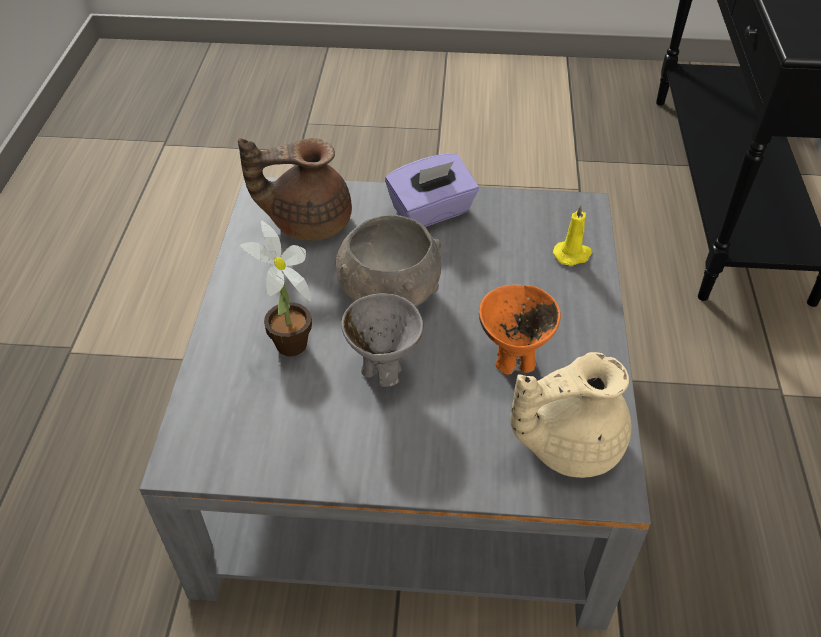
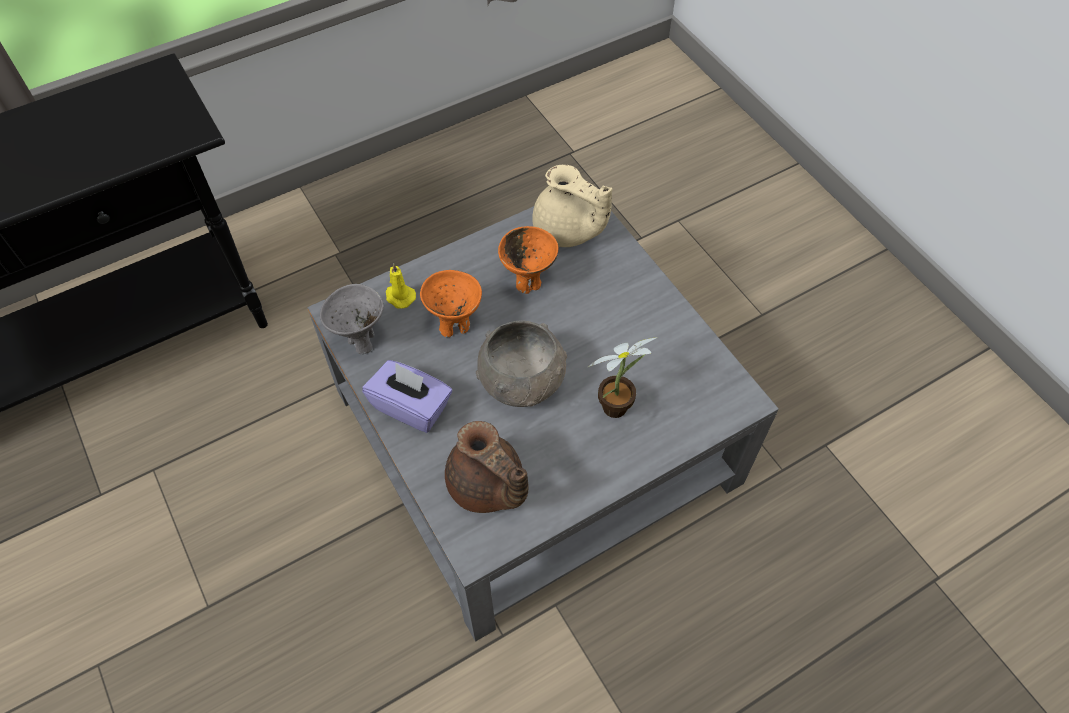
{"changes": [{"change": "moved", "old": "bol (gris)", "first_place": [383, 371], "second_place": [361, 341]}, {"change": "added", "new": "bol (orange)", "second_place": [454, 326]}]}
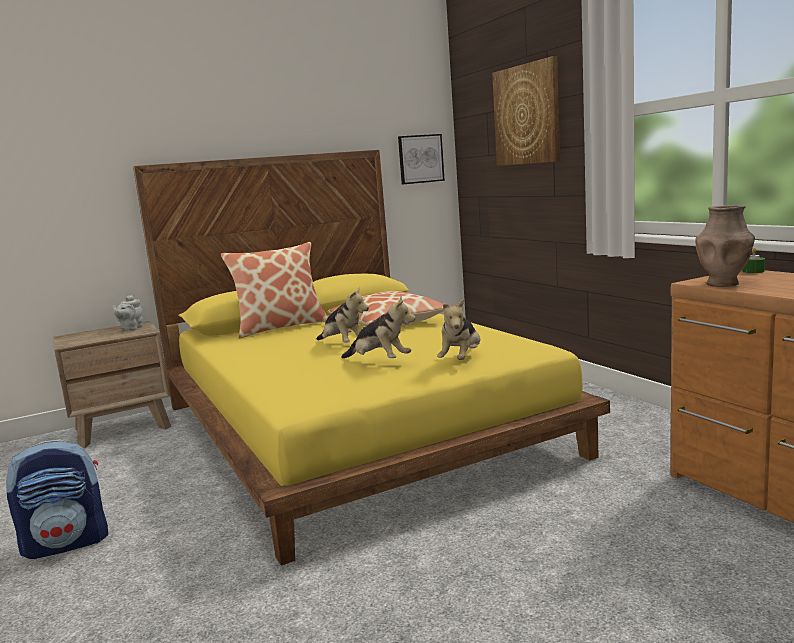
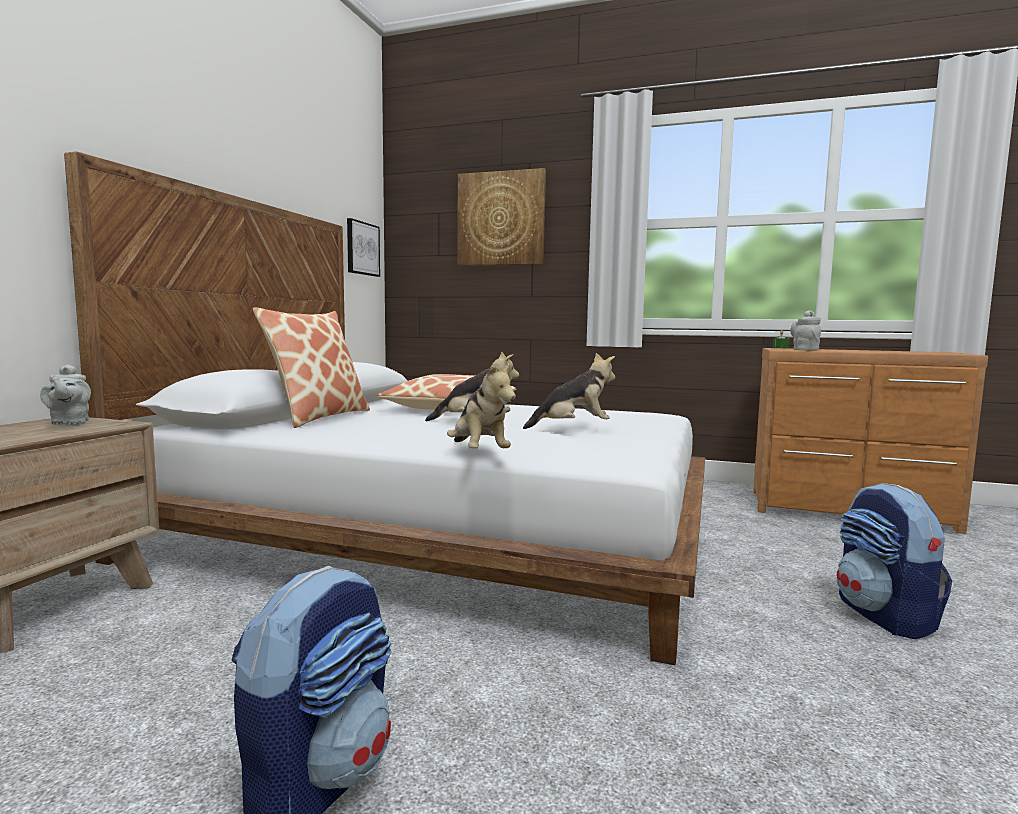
{"changes": [{"change": "recoloured", "old": "lit (jaune)", "new": "lit (blanc)", "first_place": [356, 428], "second_place": [443, 532]}, {"change": "moved", "old": "peluche", "first_place": [461, 359], "second_place": [479, 453]}, {"change": "replaced", "old": "vase (marron)", "new": "théière (gris)", "first_place": [723, 284], "second_place": [804, 350]}, {"change": "added", "new": "sac à dos", "second_place": [885, 617]}]}
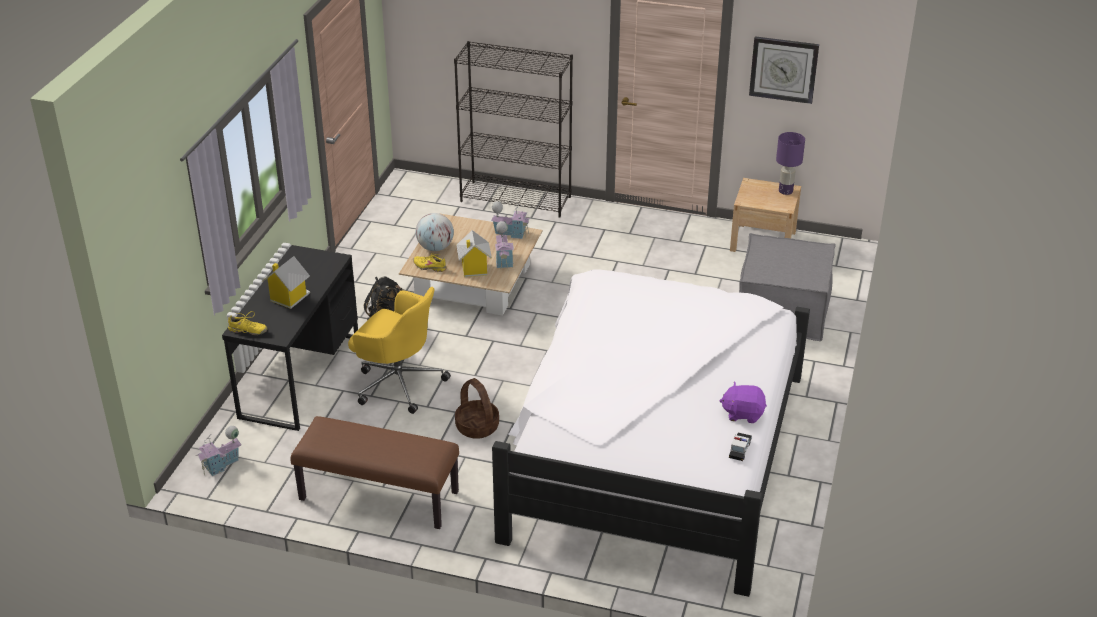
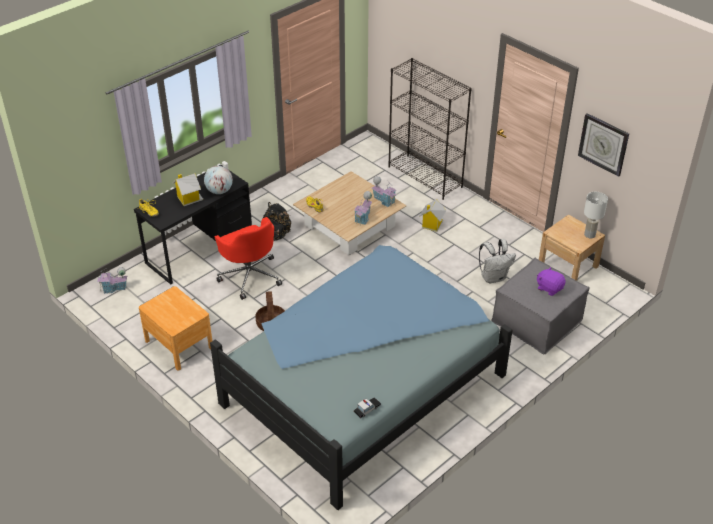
{"changes": [{"change": "replaced", "old": "banc (marron)", "new": "table de chevet (marron)", "first_place": [378, 496], "second_place": [179, 344]}, {"change": "recoloured", "old": "chaise de bureau (jaune)", "new": "chaise de bureau (rouge)", "first_place": [398, 382], "second_place": [250, 276]}, {"change": "moved", "old": "globe", "first_place": [435, 248], "second_place": [219, 191]}, {"change": "moved", "old": "maison miniature", "first_place": [474, 269], "second_place": [432, 224]}, {"change": "recoloured", "old": "lit (blanc)", "new": "lit (bleu)", "first_place": [648, 447], "second_place": [363, 381]}, {"change": "moved", "old": "peluche (violet)", "first_place": [743, 413], "second_place": [549, 288]}, {"change": "recoloured", "old": "lampe de table (violet)", "new": "lampe de table (blanc)", "first_place": [786, 191], "second_place": [590, 235]}, {"change": "added", "new": "sac à dos (blanc)", "second_place": [493, 277]}]}
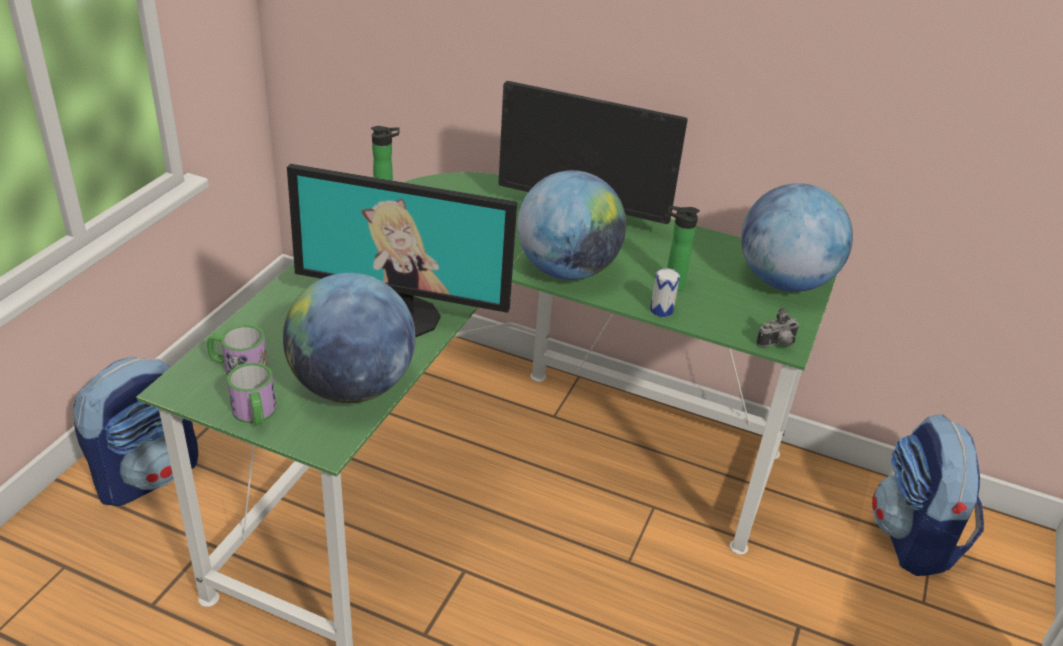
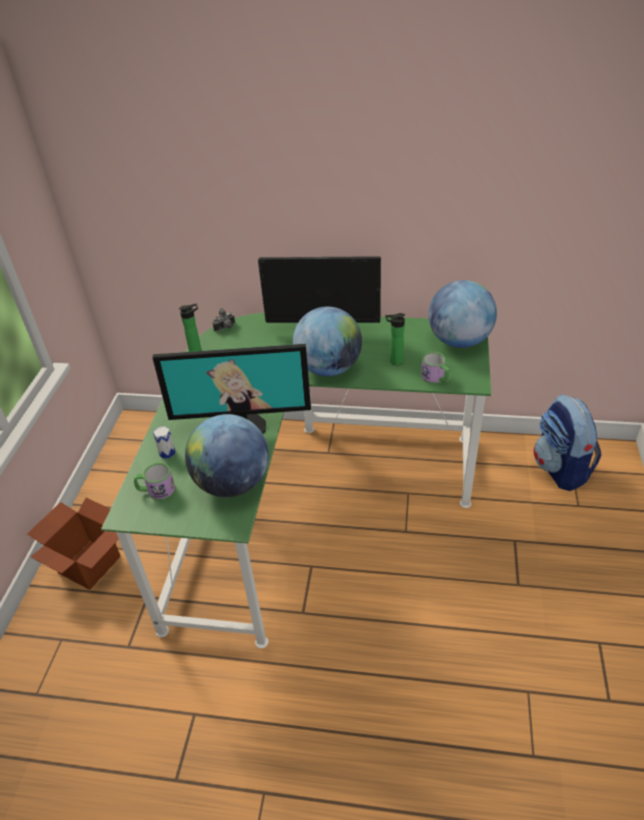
{"changes": [{"change": "replaced", "old": "sac à dos", "new": "carton", "first_place": [149, 474], "second_place": [89, 564]}, {"change": "moved", "old": "mug", "first_place": [255, 414], "second_place": [435, 378]}, {"change": "moved", "old": "boîte métallique", "first_place": [661, 310], "second_place": [167, 453]}, {"change": "moved", "old": "appareil photo", "first_place": [777, 344], "second_place": [226, 328]}]}
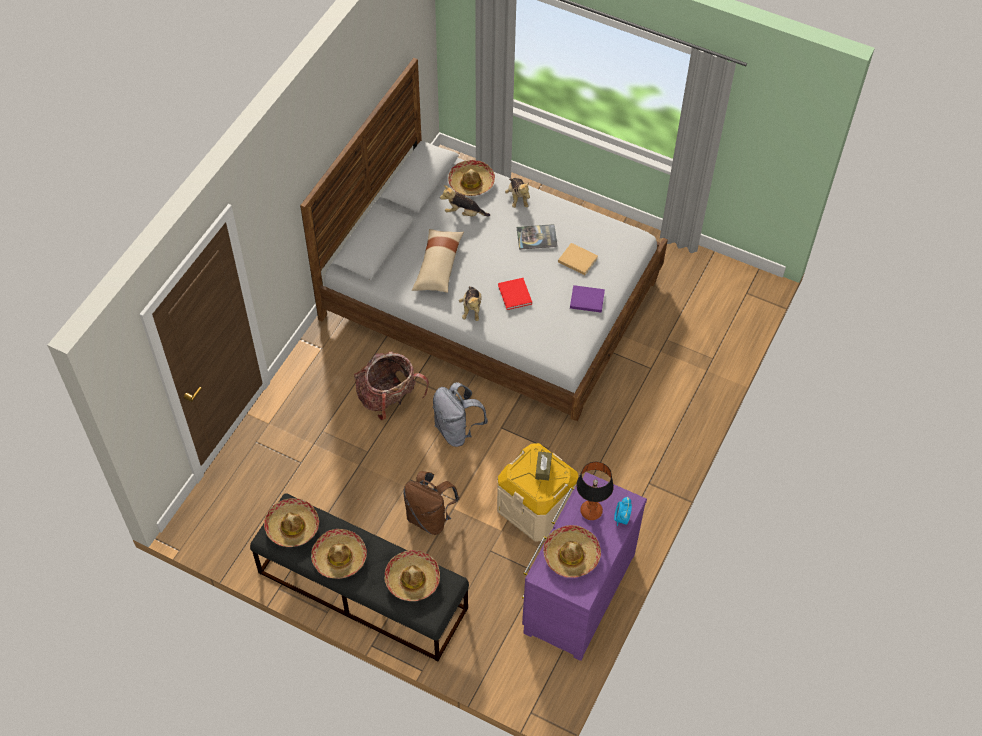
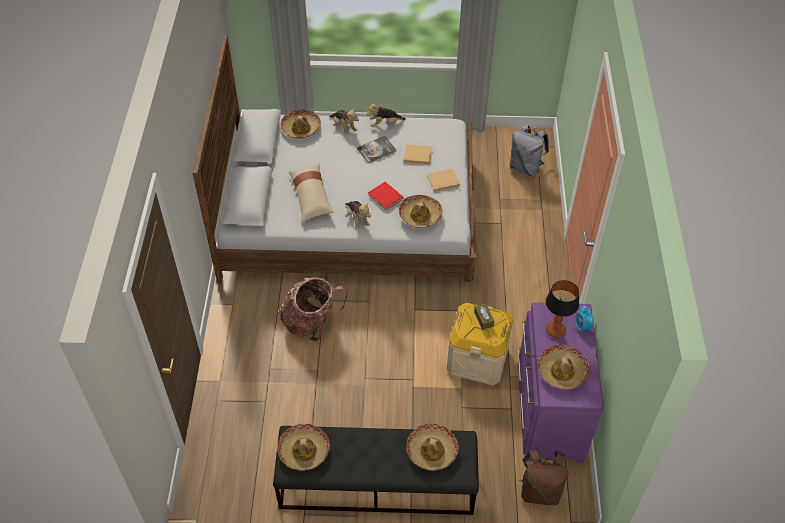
{"changes": [{"change": "moved", "old": "chapeau", "first_place": [339, 557], "second_place": [420, 215]}, {"change": "moved", "old": "sac à dos (marron)", "first_place": [430, 517], "second_place": [539, 491]}, {"change": "moved", "old": "sac à dos (gris)", "first_place": [457, 430], "second_place": [525, 167]}, {"change": "moved", "old": "peluche", "first_place": [463, 213], "second_place": [384, 124]}, {"change": "recoloured", "old": "livre (violet)", "new": "livre (beige)", "first_place": [586, 299], "second_place": [442, 181]}]}
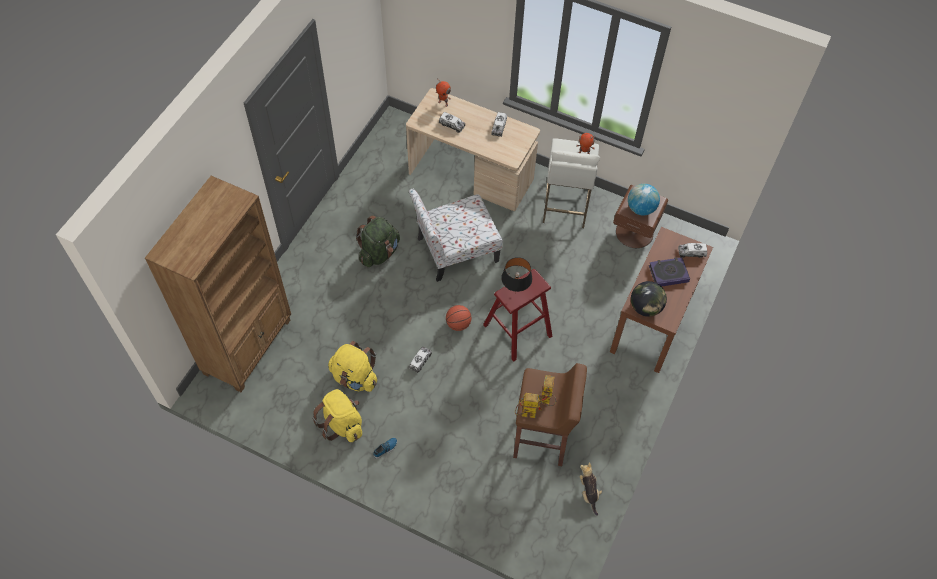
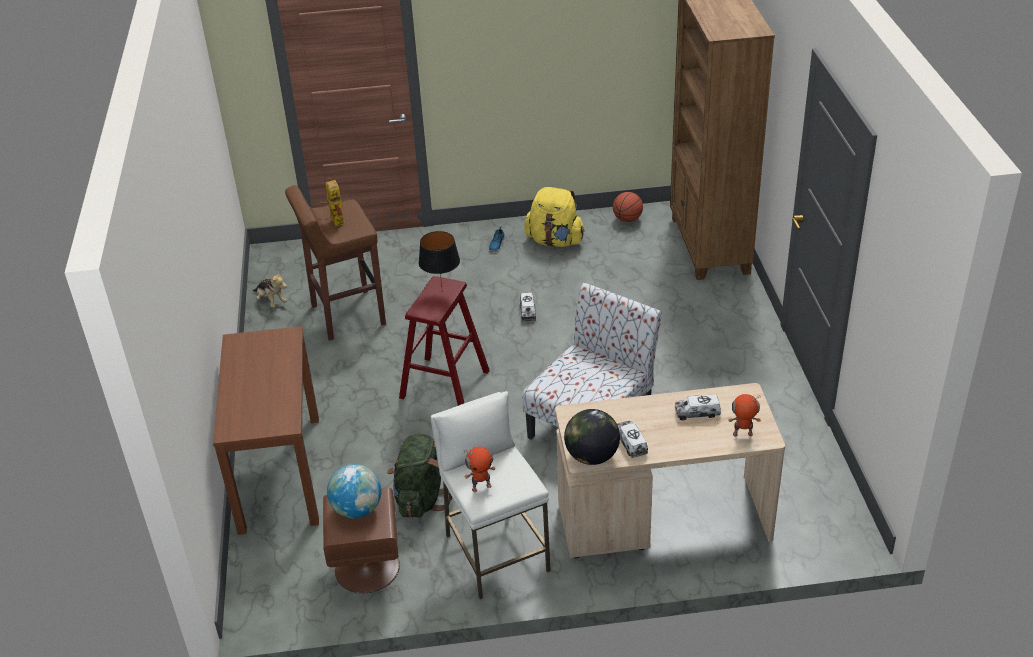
{"changes": [{"change": "removed", "old": "sac à dos (jaune)", "first_place": [355, 378]}, {"change": "moved", "old": "sac à dos (vert)", "first_place": [379, 253], "second_place": [422, 499]}, {"change": "moved", "old": "ballon de basket", "first_place": [458, 324], "second_place": [627, 219]}, {"change": "removed", "old": "robot jouet", "first_place": [525, 414]}, {"change": "moved", "old": "globe", "first_place": [645, 307], "second_place": [592, 456]}, {"change": "removed", "old": "livre", "first_place": [668, 273]}, {"change": "removed", "old": "camion jouet", "first_place": [691, 253]}]}
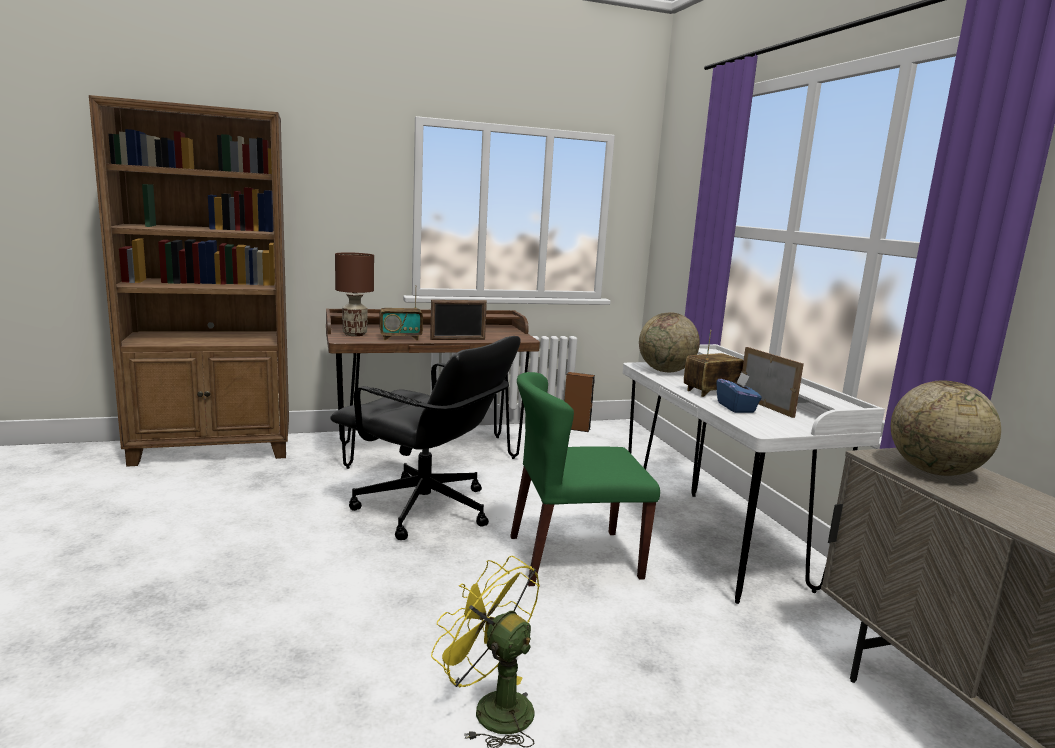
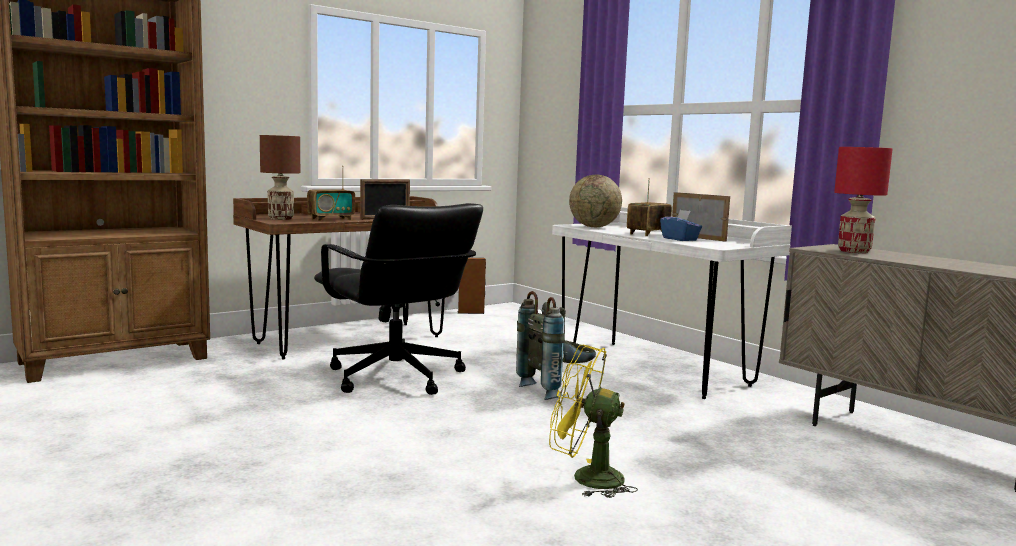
{"changes": [{"change": "turned", "old": "chaise de bureau (noir)", "first_place": [425, 510], "second_place": [395, 378], "degrees": 45}, {"change": "replaced", "old": "chaise (vert)", "new": "sac à dos (gris)", "first_place": [573, 557], "second_place": [556, 390]}, {"change": "replaced", "old": "globe", "new": "lampe de table (rouge)", "first_place": [934, 471], "second_place": [854, 251]}]}
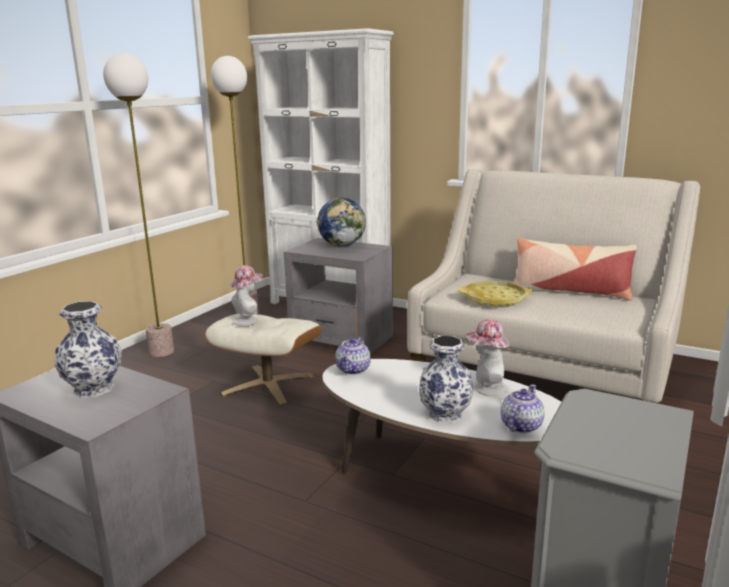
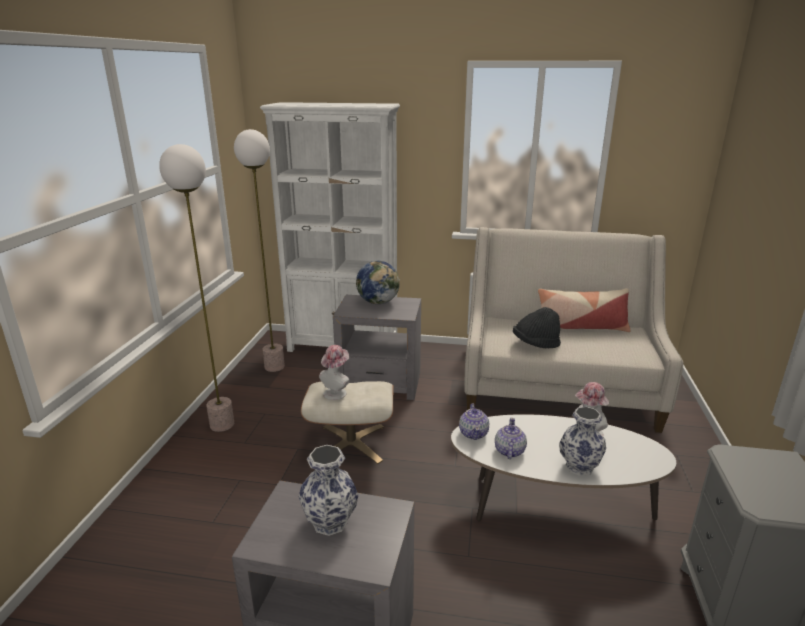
{"changes": [{"change": "replaced", "old": "plateau (jaune)", "new": "chapeau (noir)", "first_place": [494, 299], "second_place": [535, 344]}, {"change": "moved", "old": "théière", "first_place": [520, 426], "second_place": [509, 451]}]}
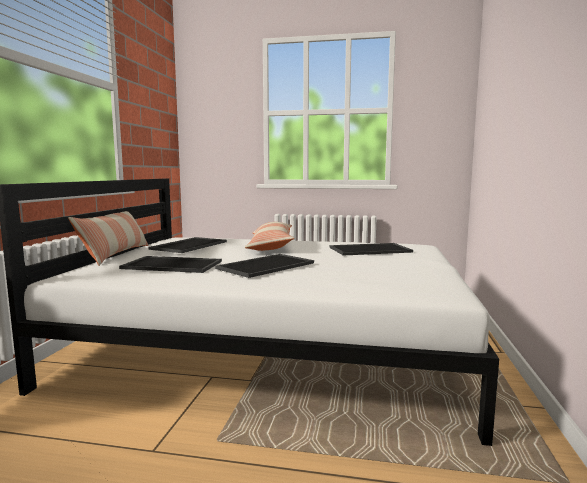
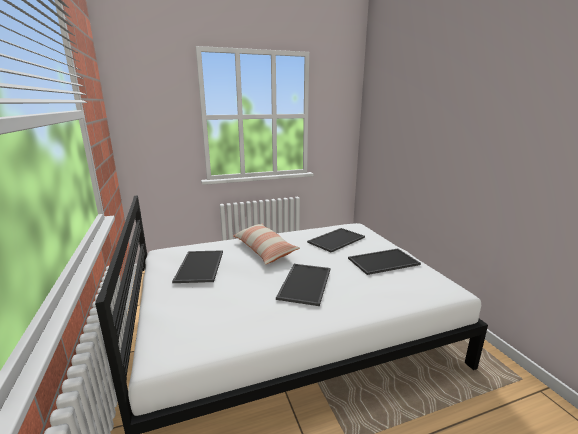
{"changes": [{"change": "removed", "old": "coussin", "first_place": [115, 254]}, {"change": "moved", "old": "plateau", "first_place": [171, 265], "second_place": [383, 262]}]}
